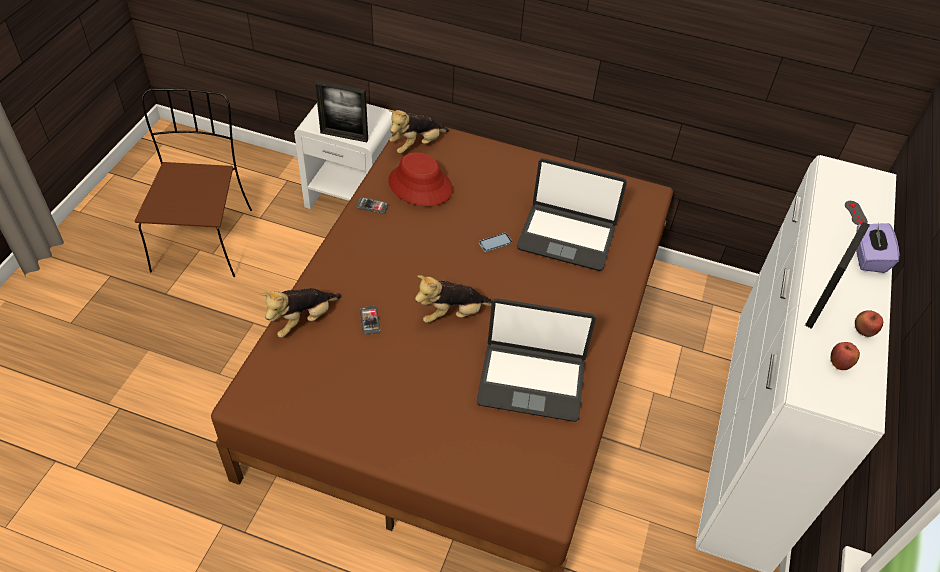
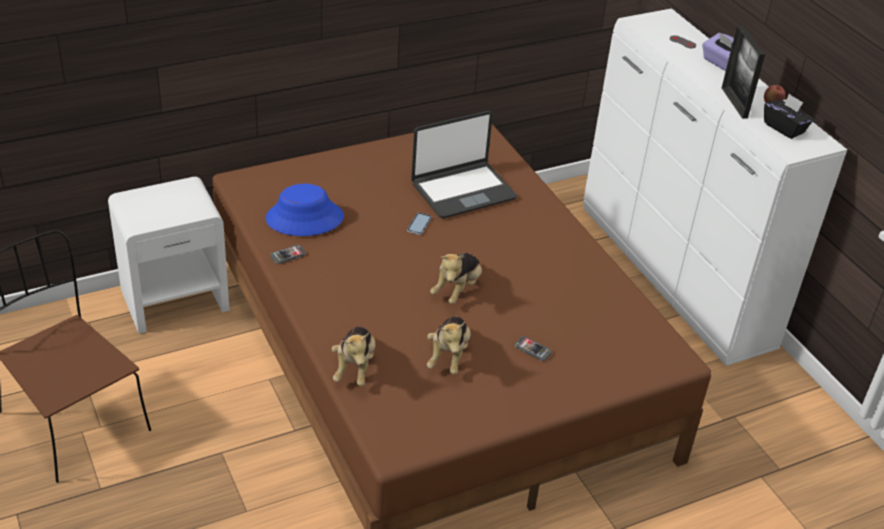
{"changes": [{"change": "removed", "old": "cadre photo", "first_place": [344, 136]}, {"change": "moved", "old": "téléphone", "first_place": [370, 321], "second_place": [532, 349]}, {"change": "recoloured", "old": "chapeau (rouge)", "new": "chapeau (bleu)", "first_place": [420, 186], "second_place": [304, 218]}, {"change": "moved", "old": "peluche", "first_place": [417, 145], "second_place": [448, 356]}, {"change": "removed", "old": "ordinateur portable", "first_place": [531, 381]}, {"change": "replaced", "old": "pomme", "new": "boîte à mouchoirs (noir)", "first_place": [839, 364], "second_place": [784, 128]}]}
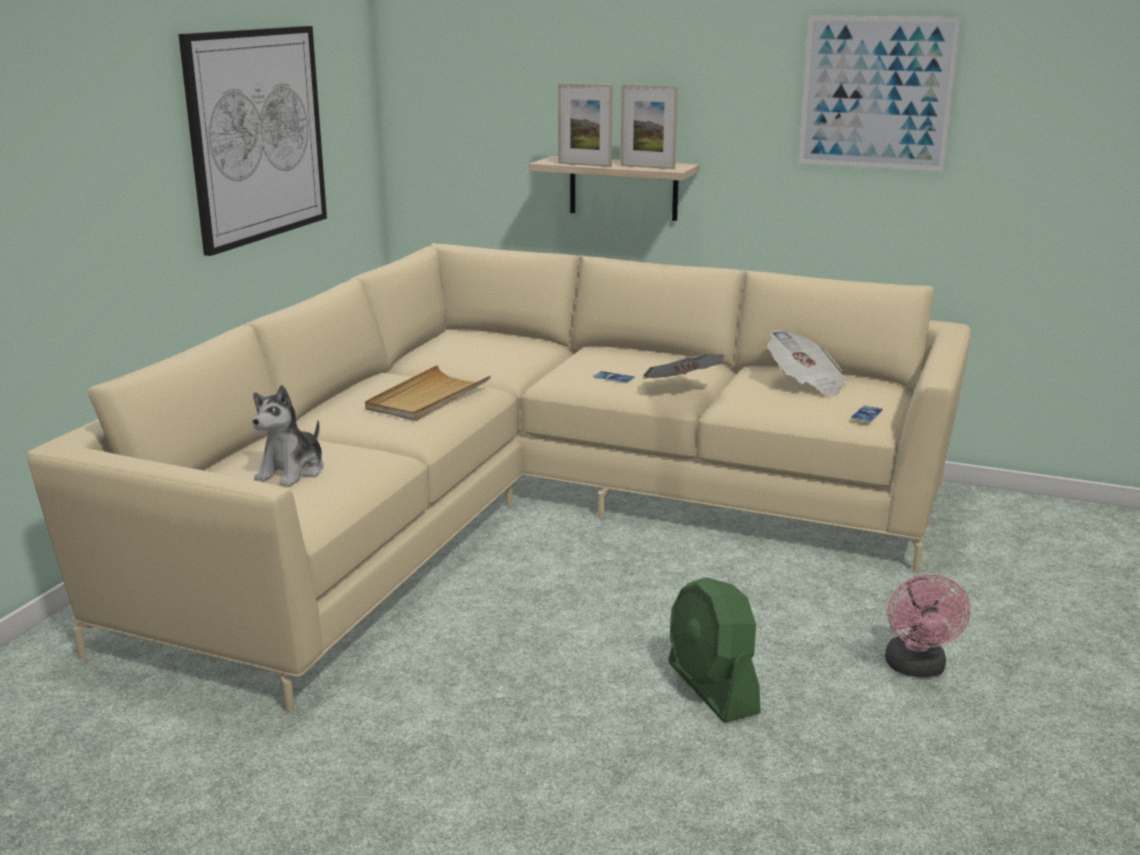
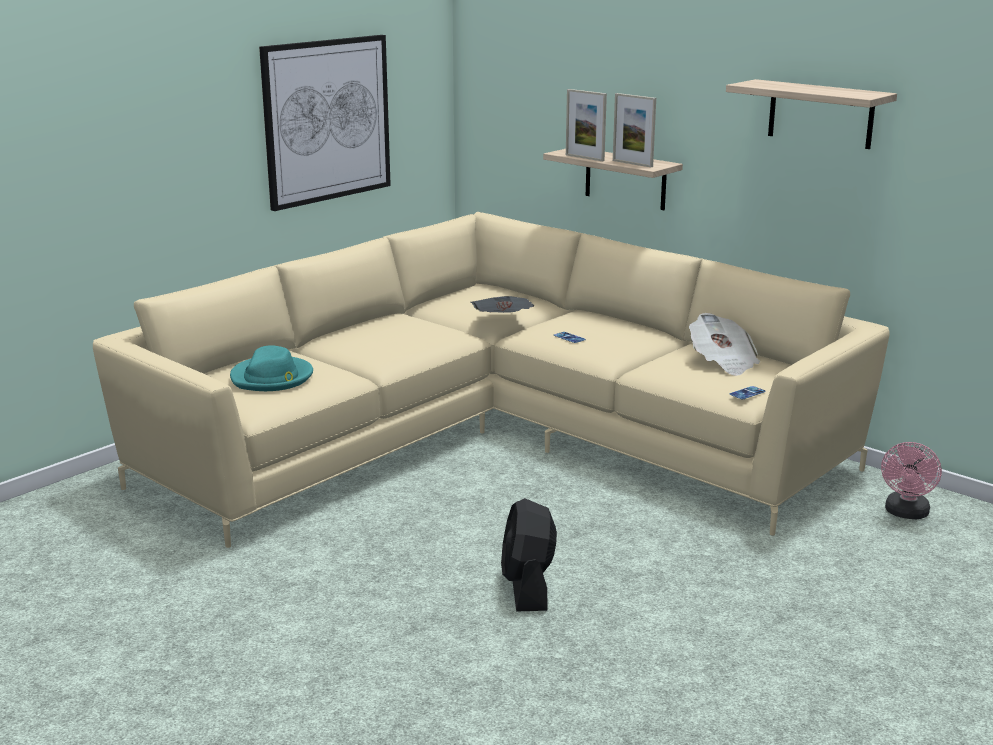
{"changes": [{"change": "replaced", "old": "peluche", "new": "chapeau (turquoise)", "first_place": [292, 472], "second_place": [272, 378]}, {"change": "removed", "old": "plateau (beige)", "first_place": [427, 398]}, {"change": "moved", "old": "journal", "first_place": [681, 388], "second_place": [502, 322]}, {"change": "recoloured", "old": "ventilateur (vert)", "new": "ventilateur (noir)", "first_place": [712, 688], "second_place": [528, 587]}, {"change": "replaced", "old": "tableau", "new": "étagère", "first_place": [876, 93], "second_place": [820, 114]}, {"change": "moved", "old": "ventilateur (rose)", "first_place": [917, 669], "second_place": [906, 514]}]}
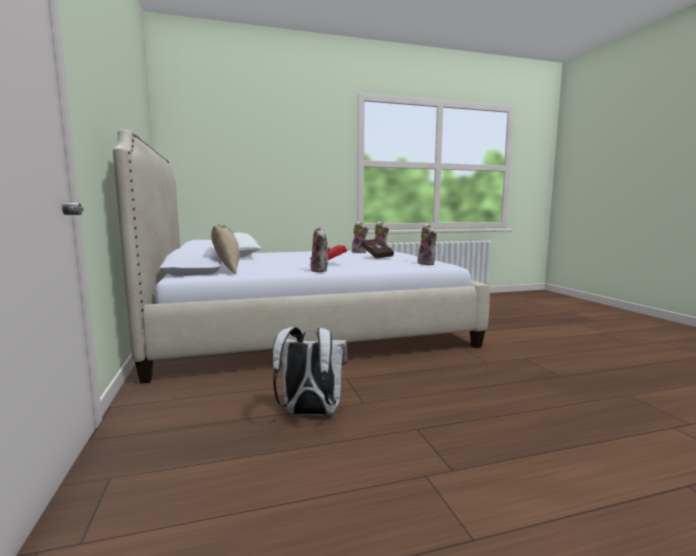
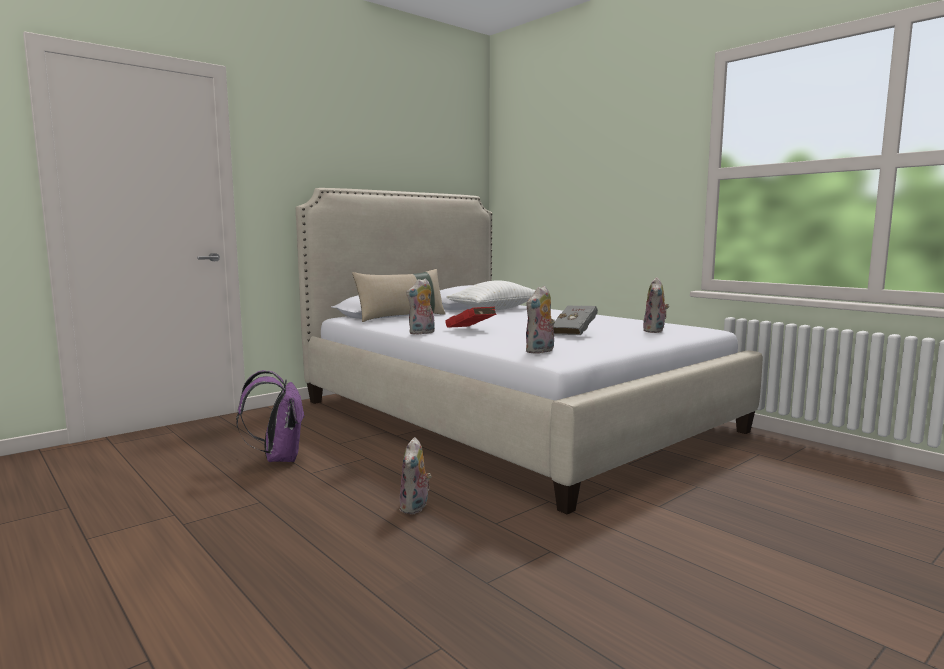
{"changes": [{"change": "recoloured", "old": "sac à dos (blanc)", "new": "sac à dos (violet)", "first_place": [310, 413], "second_place": [278, 458]}, {"change": "moved", "old": "peluche", "first_place": [360, 252], "second_place": [415, 507]}, {"change": "recoloured", "old": "livre (rouge)", "new": "livre (gris)", "first_place": [376, 256], "second_place": [575, 332]}]}
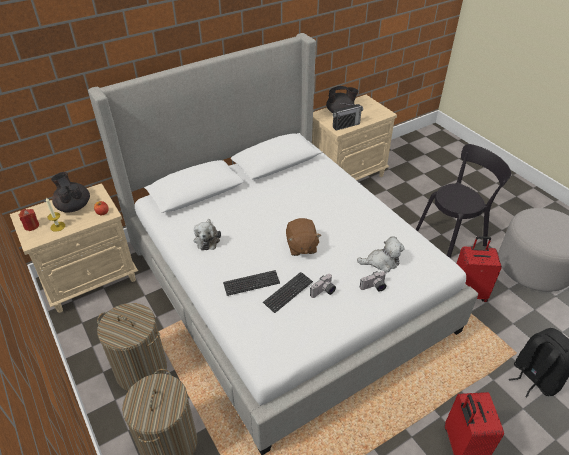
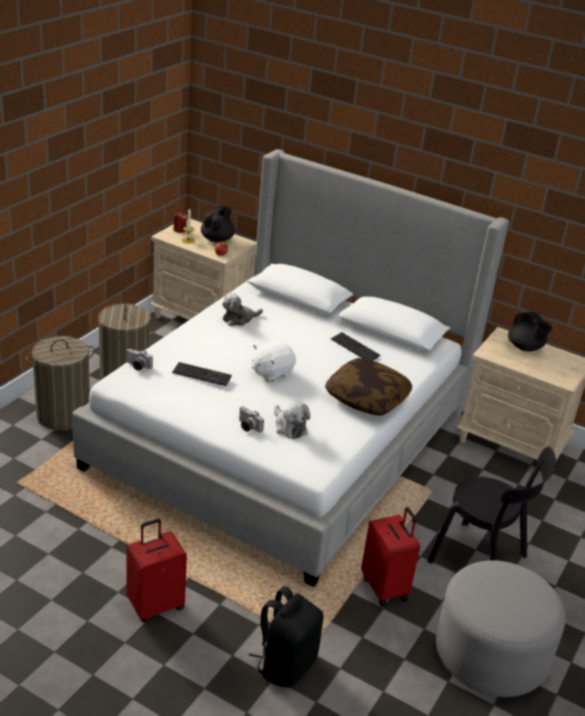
{"changes": [{"change": "moved", "old": "clavier", "first_place": [251, 283], "second_place": [355, 348]}, {"change": "recoloured", "old": "peluche (marron)", "new": "peluche (blanc)", "first_place": [301, 246], "second_place": [271, 372]}, {"change": "moved", "old": "appareil photo", "first_place": [324, 292], "second_place": [137, 366]}, {"change": "removed", "old": "radio", "first_place": [346, 125]}, {"change": "added", "new": "coussin", "second_place": [367, 398]}]}
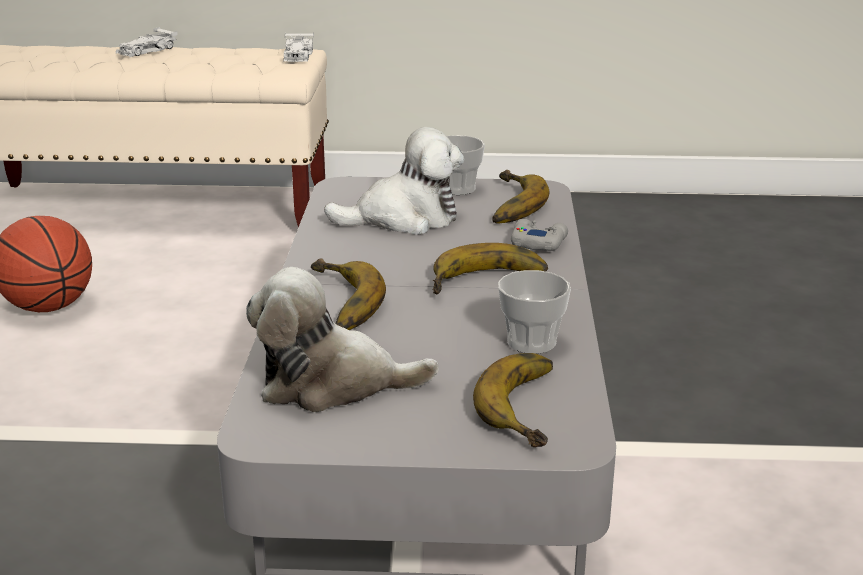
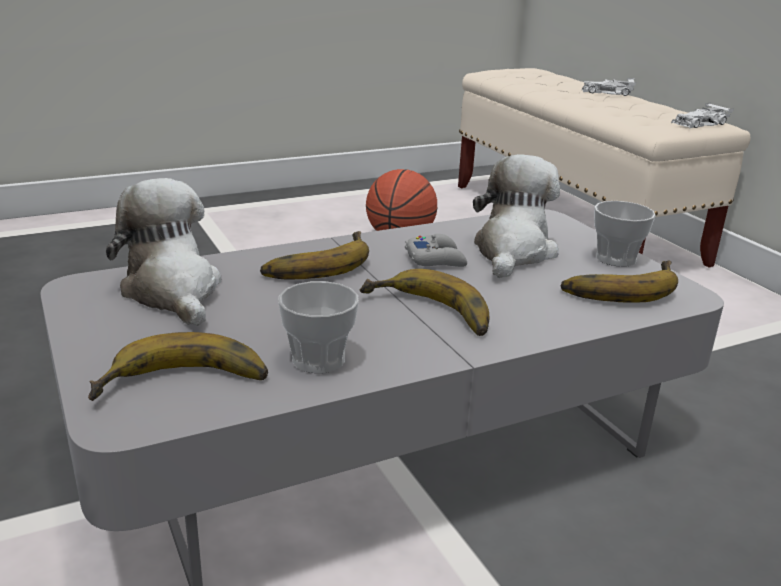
{"changes": [{"change": "turned", "old": "peluche", "first_place": [404, 219], "second_place": [512, 252], "degrees": -120}, {"change": "moved", "old": "manette (gris)", "first_place": [538, 242], "second_place": [435, 259]}]}
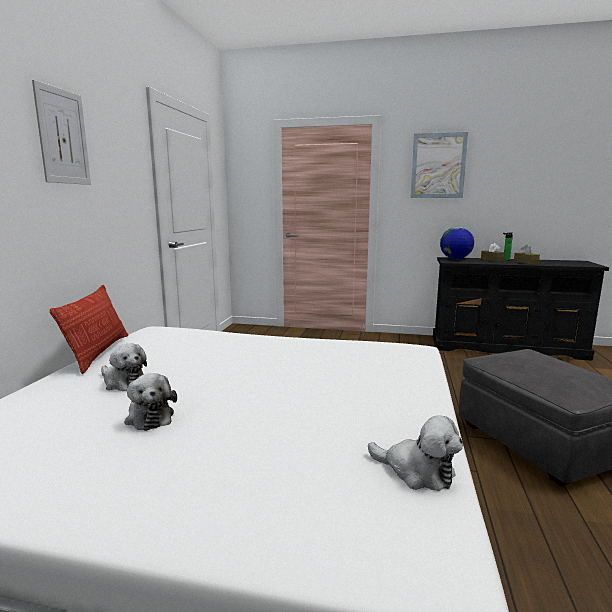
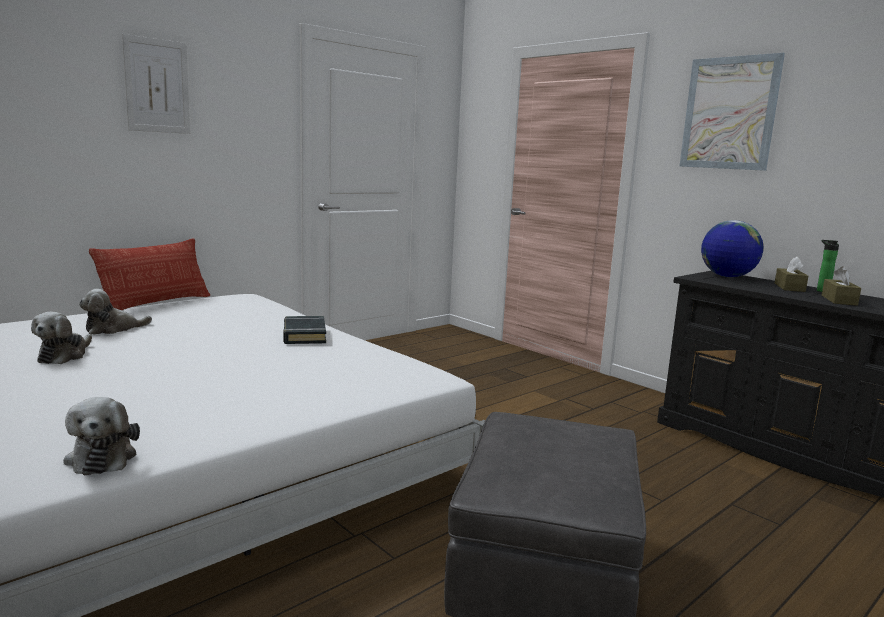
{"changes": [{"change": "turned", "old": "peluche", "first_place": [123, 382], "second_place": [113, 329], "degrees": 75}, {"change": "added", "new": "livre (noir)", "second_place": [304, 335]}]}
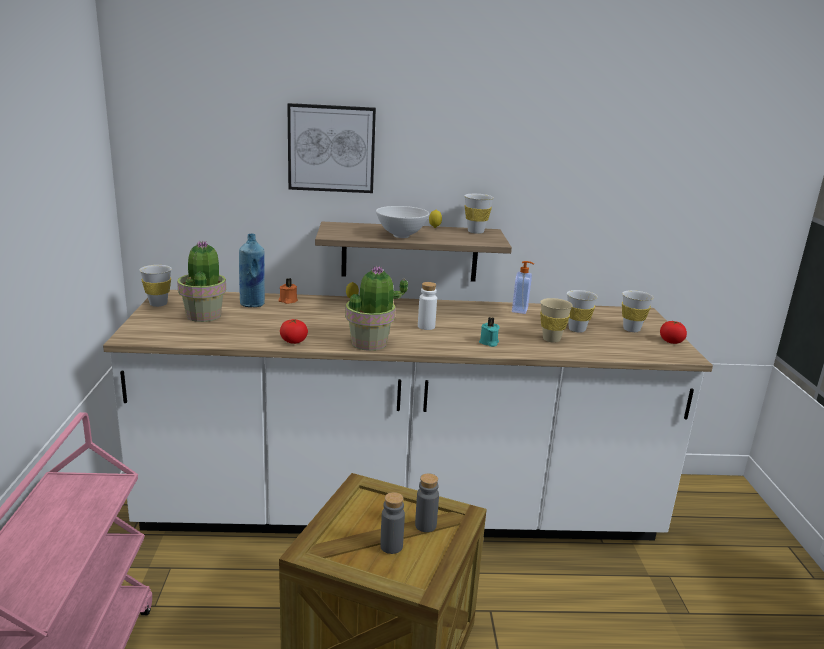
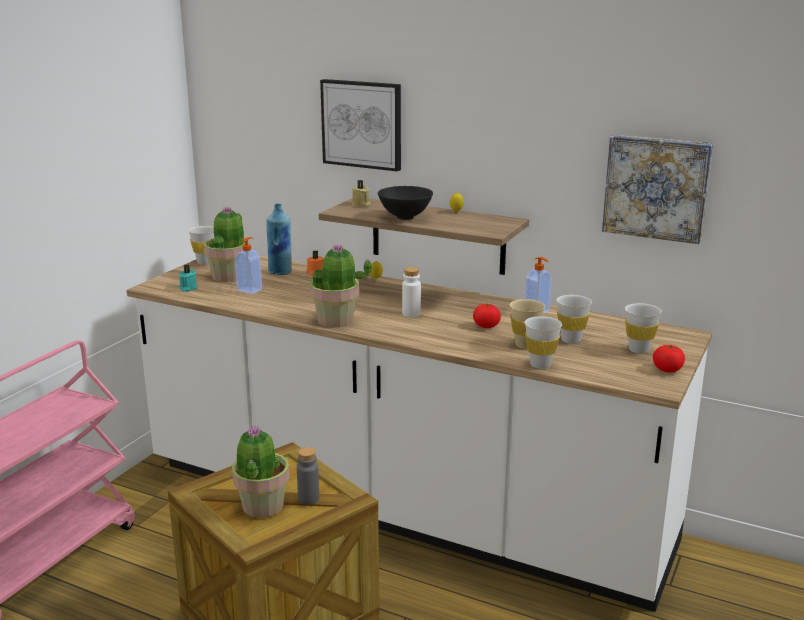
{"changes": [{"change": "moved", "old": "tomate", "first_place": [293, 341], "second_place": [486, 326]}, {"change": "recoloured", "old": "bol (blanc)", "new": "bol (noir)", "first_place": [402, 236], "second_place": [405, 217]}, {"change": "replaced", "old": "bouteille (gris)", "new": "plante en pot", "first_place": [391, 546], "second_place": [262, 506]}, {"change": "moved", "old": "tasse (blanc)", "first_place": [475, 231], "second_place": [540, 365]}, {"change": "moved", "old": "bougie (turquoise)", "first_place": [489, 343], "second_place": [187, 288]}, {"change": "added", "new": "distributeur de savon", "second_place": [250, 290]}, {"change": "added", "new": "bougie (beige)", "second_place": [361, 204]}, {"change": "added", "new": "tableau", "second_place": [656, 187]}]}
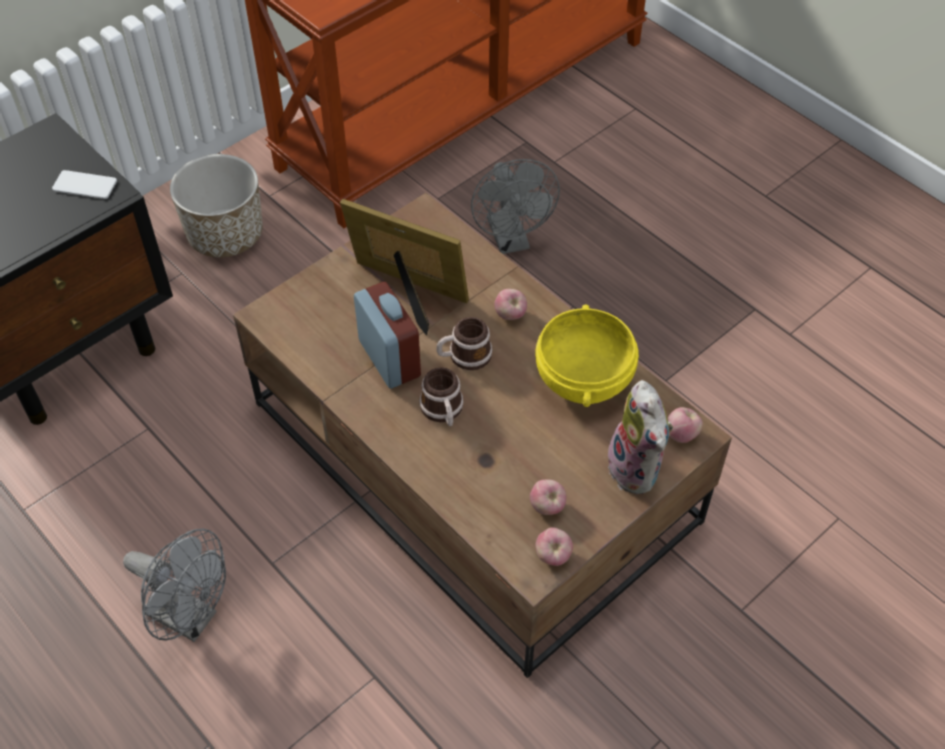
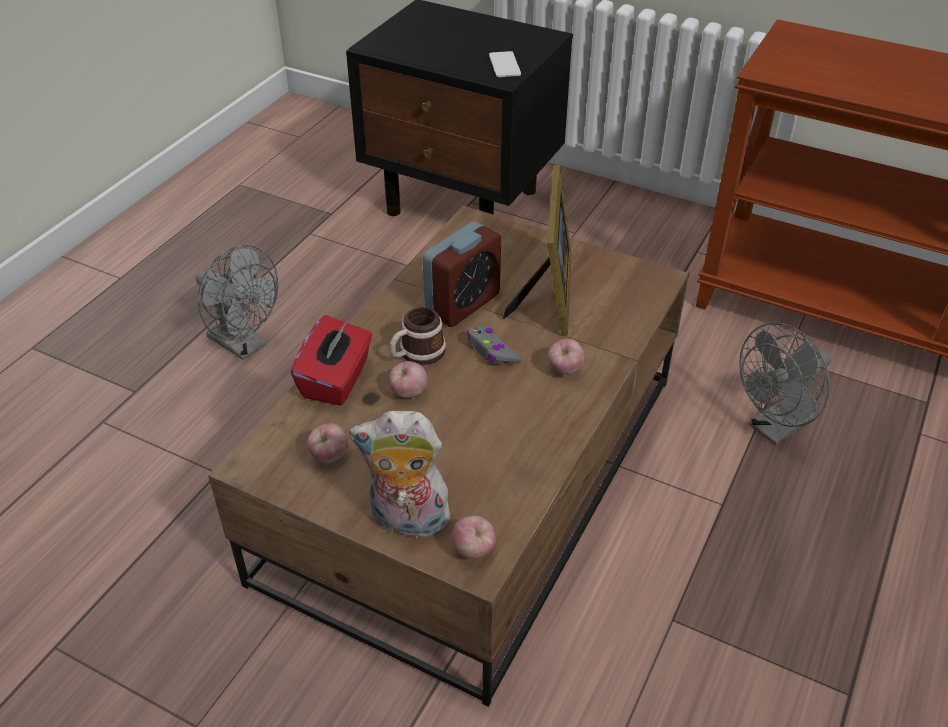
{"changes": [{"change": "turned", "old": "ventilateur (gris)", "first_place": [190, 618], "second_place": [244, 345], "degrees": -60}, {"change": "removed", "old": "cache-pot", "first_place": [226, 235]}, {"change": "replaced", "old": "mug", "new": "manette (gris)", "first_place": [464, 356], "second_place": [492, 351]}, {"change": "removed", "old": "bol (jaune)", "first_place": [585, 380]}, {"change": "moved", "old": "pomme", "first_place": [553, 556], "second_place": [409, 393]}, {"change": "turned", "old": "peluche", "first_place": [638, 469], "second_place": [406, 521], "degrees": 45}, {"change": "added", "new": "boîte à mouchoirs (rouge)", "second_place": [336, 380]}]}
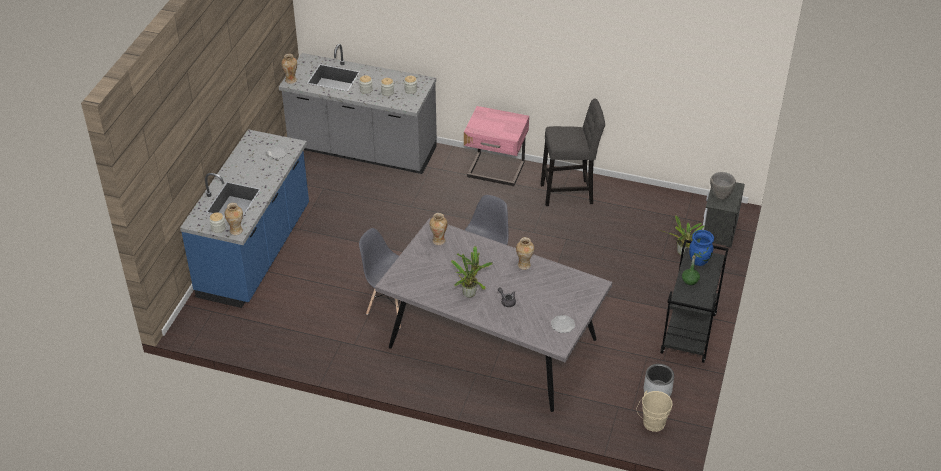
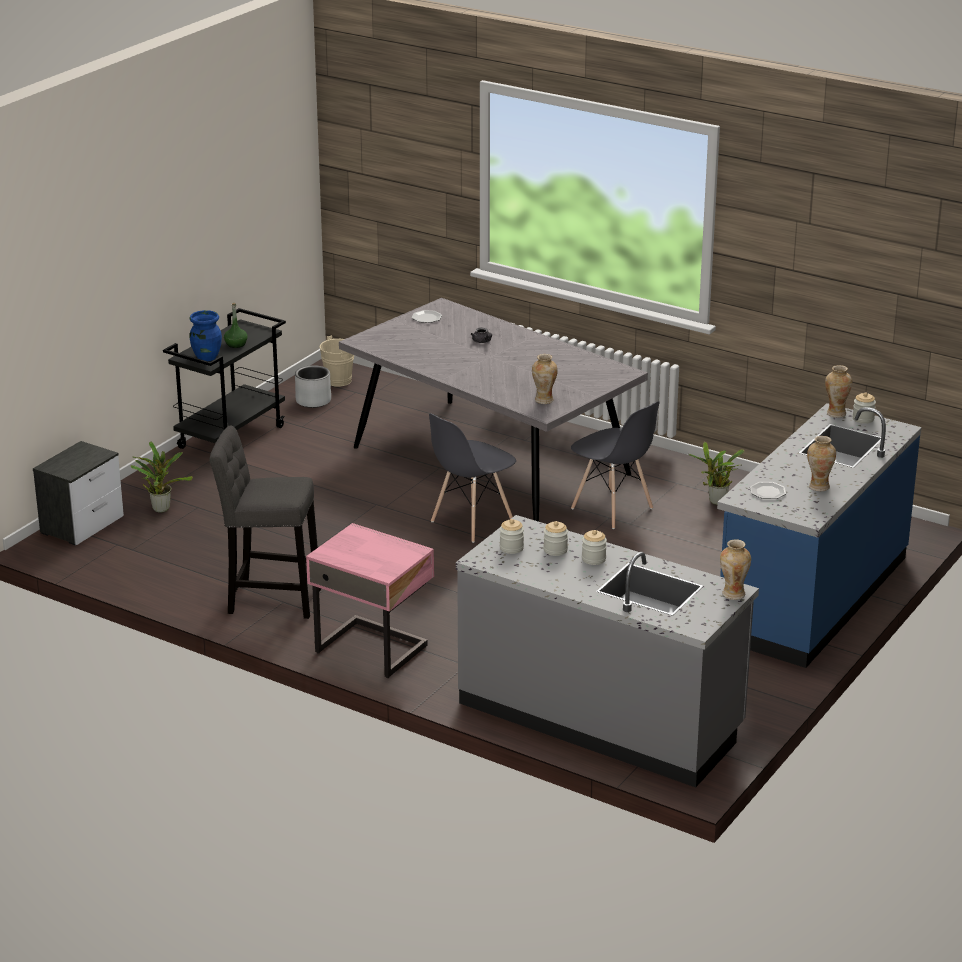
{"changes": [{"change": "moved", "old": "plante en pot", "first_place": [470, 292], "second_place": [716, 503]}, {"change": "moved", "old": "vase", "first_place": [524, 265], "second_place": [819, 486]}, {"change": "removed", "old": "bol (gris)", "first_place": [720, 195]}]}
